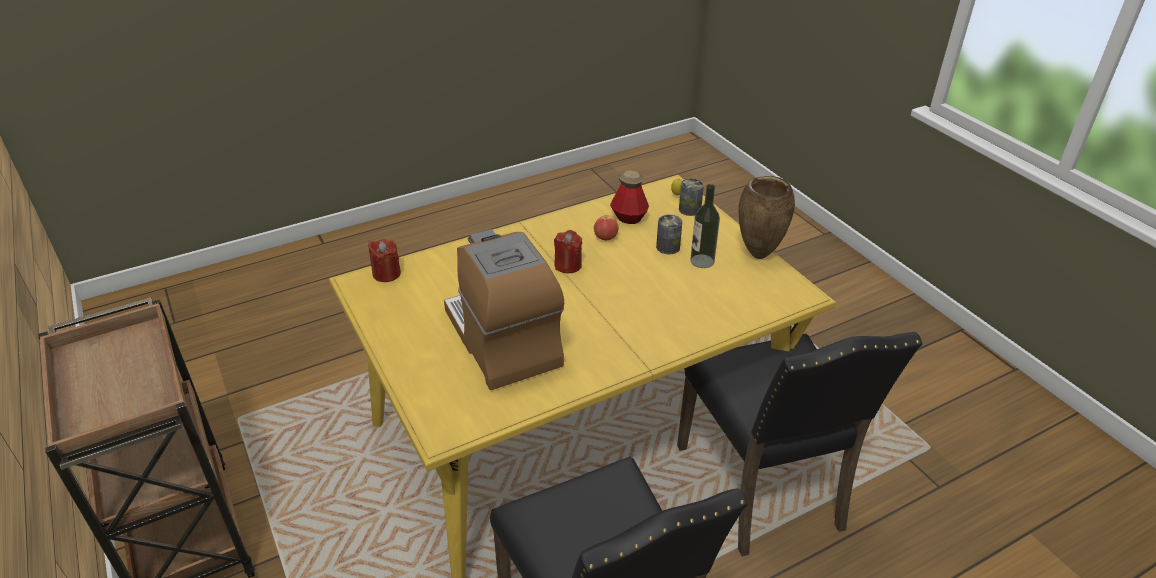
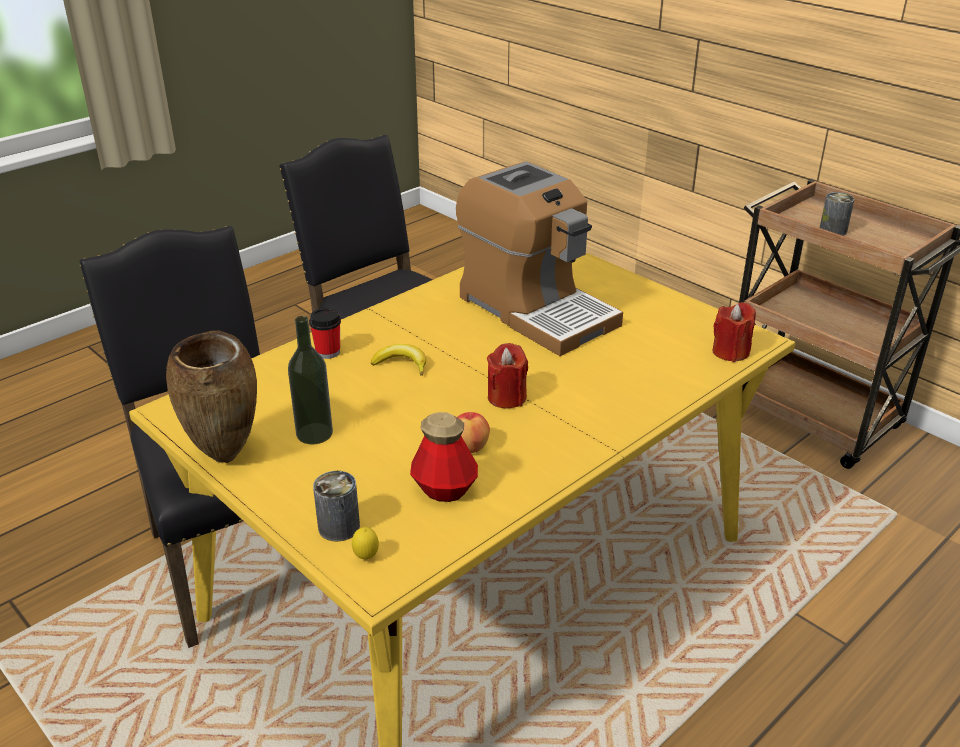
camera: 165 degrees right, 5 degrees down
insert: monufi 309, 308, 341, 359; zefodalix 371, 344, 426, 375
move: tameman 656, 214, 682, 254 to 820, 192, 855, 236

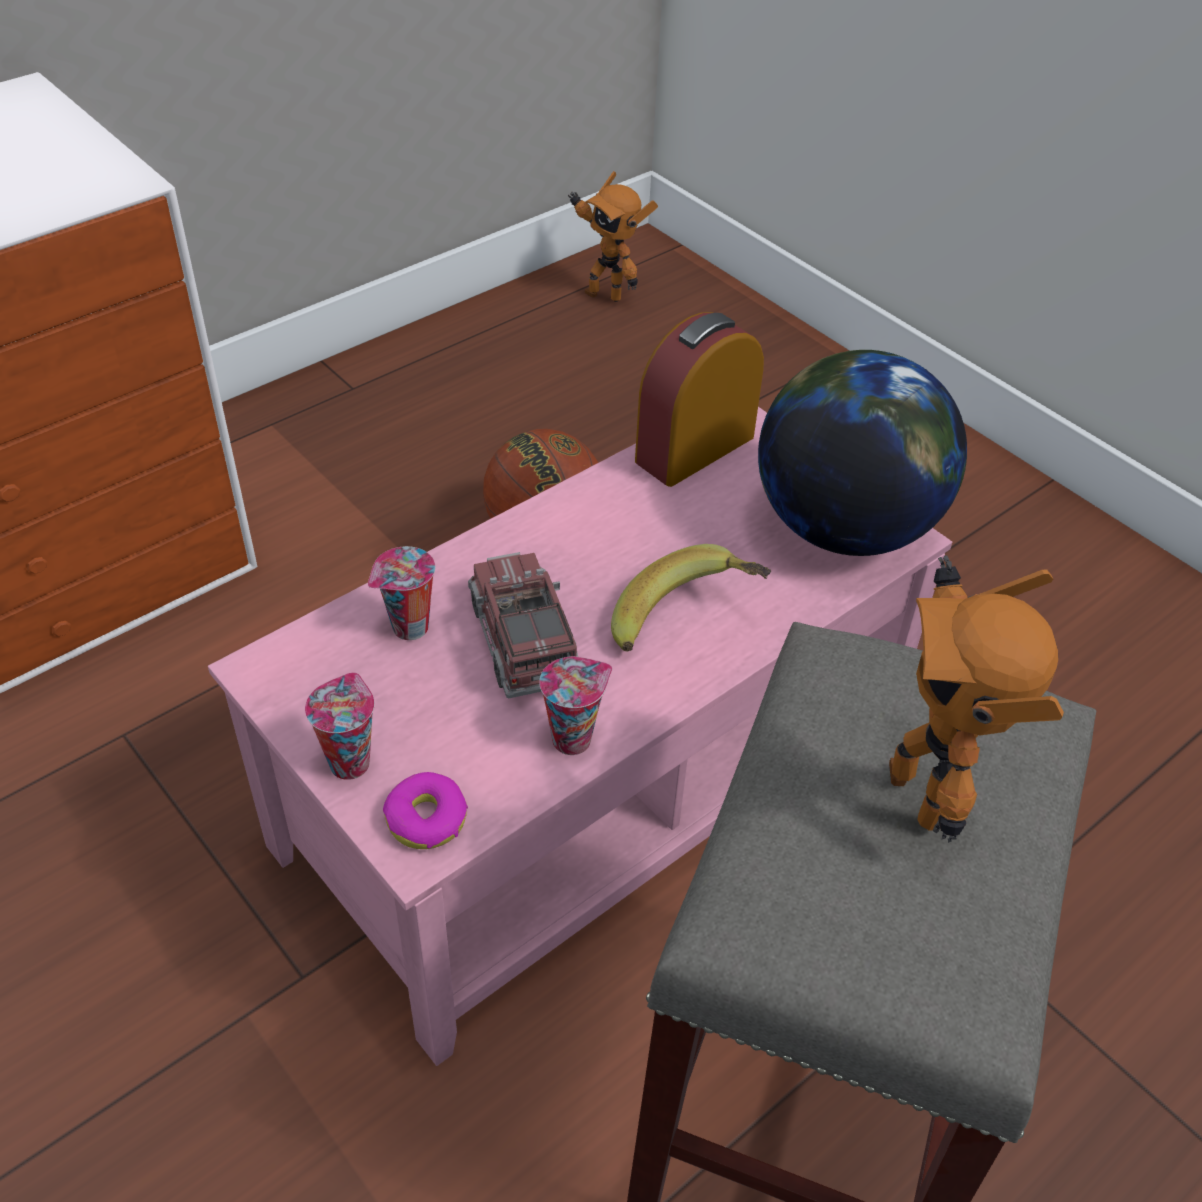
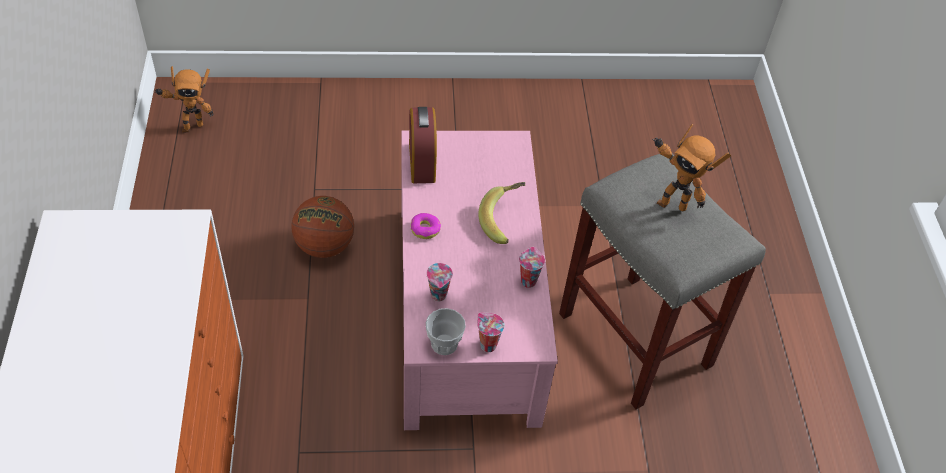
camera: 55 degrees left, 5 degrees up
delete: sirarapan 468, 552, 578, 698; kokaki 758, 350, 967, 556
insert: monufi 426, 308, 466, 355
move: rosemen 383, 772, 468, 849 to 411, 213, 441, 239

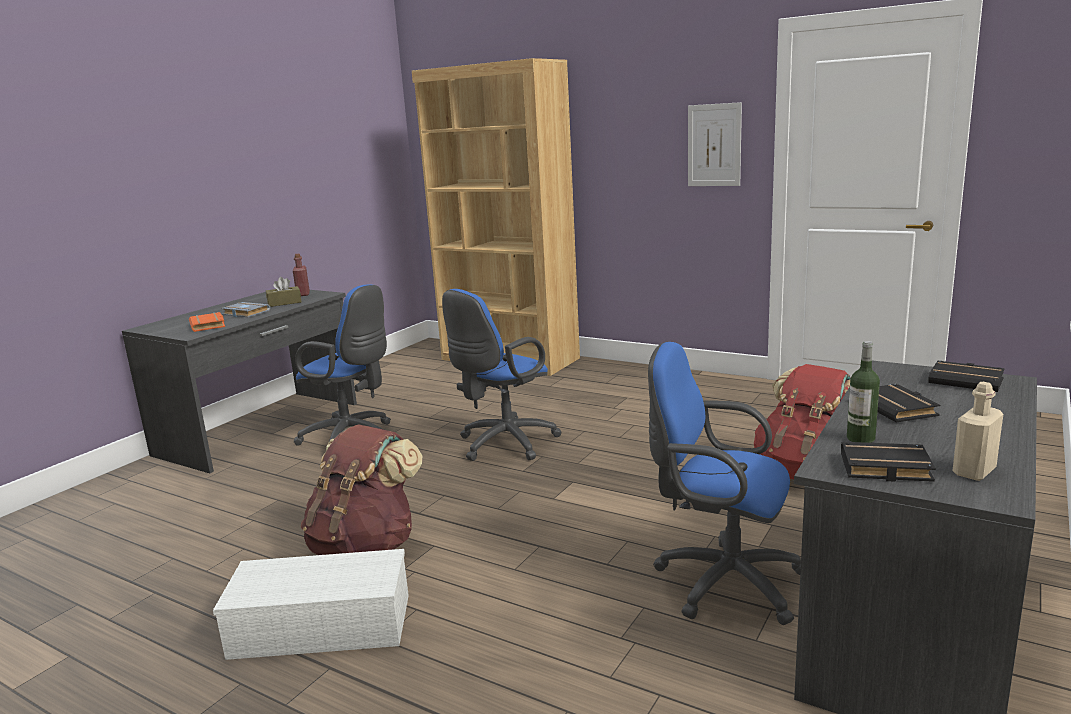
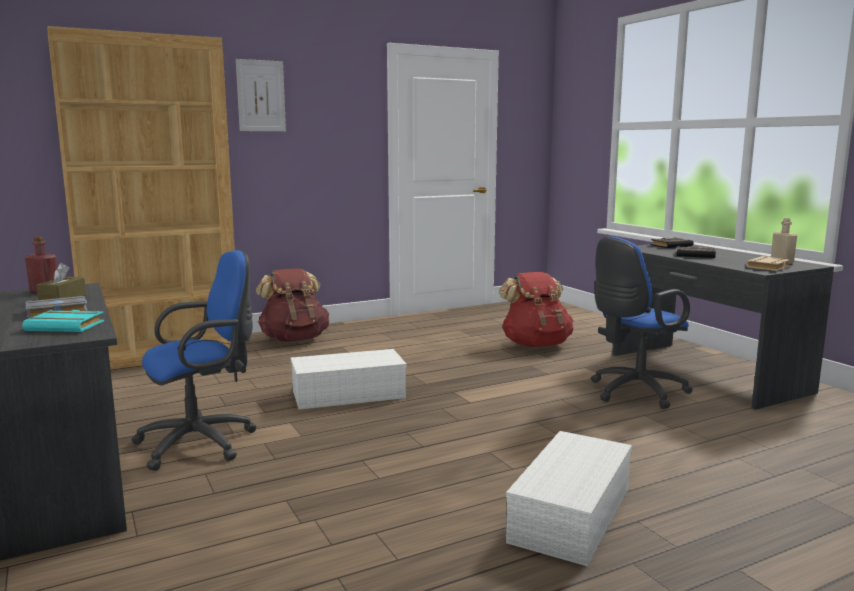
camera: 60 degrees left, 5 degrees down
delete: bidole 847, 341, 880, 443
move: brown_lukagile 301, 424, 422, 555 to 256, 268, 329, 341; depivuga 688, 102, 742, 186 to 236, 59, 286, 131
replace: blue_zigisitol 442, 289, 562, 461 to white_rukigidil 291, 349, 407, 409
recolor: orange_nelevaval 189, 312, 225, 332 to turquoise_nelevaval 22, 310, 104, 332; black_nelevaval 841, 442, 936, 482 to beige_nelevaval 746, 256, 791, 271

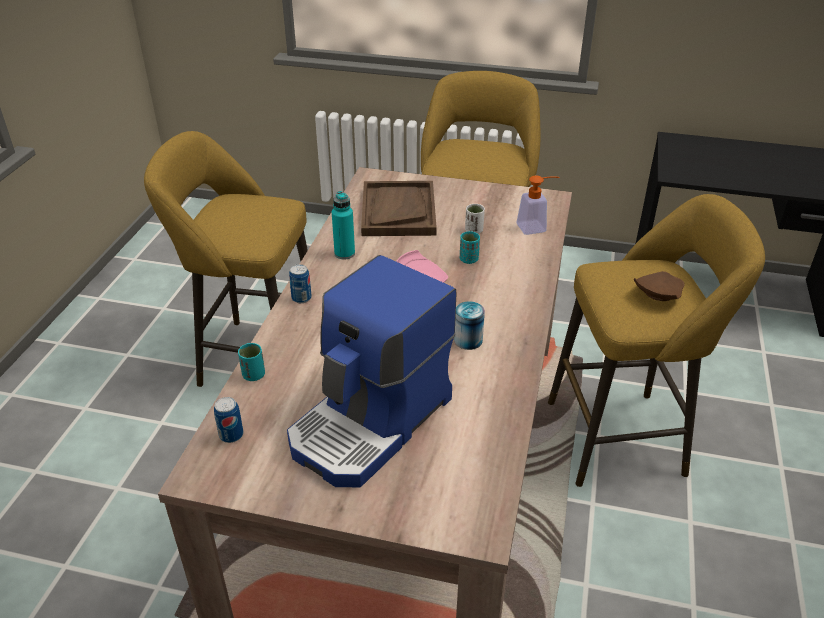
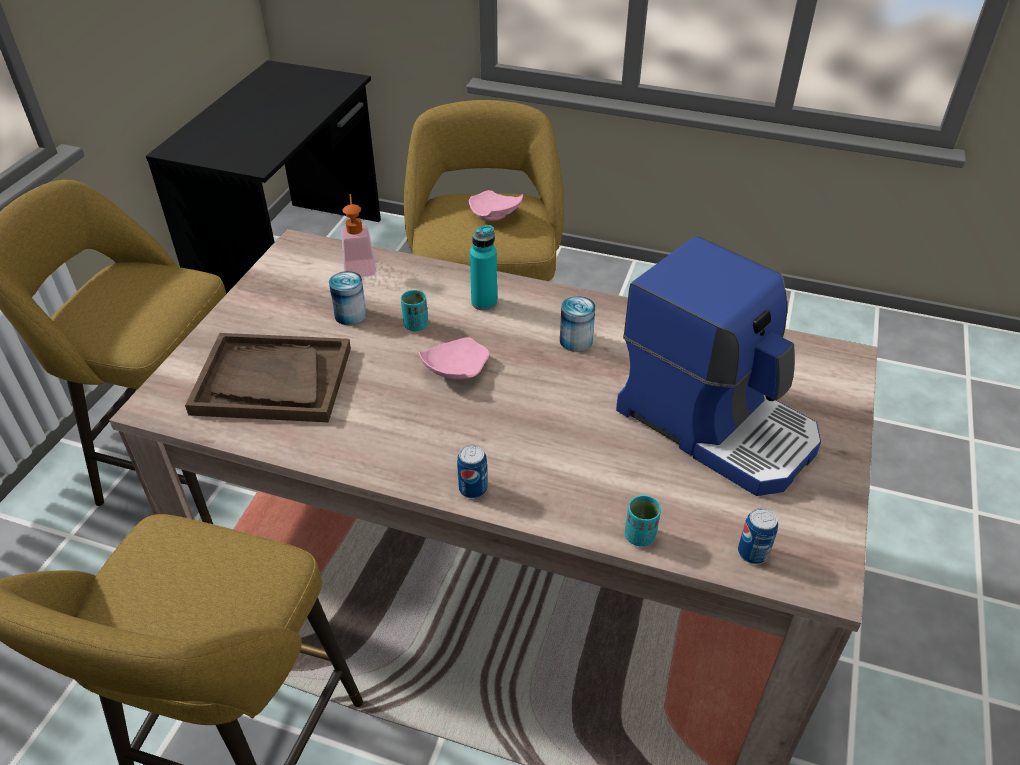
camera: 85 degrees left, 5 degrees up
move: turquoise_bidole 332, 191, 355, 259 to 470, 225, 497, 311
replace: white_monufi 465, 204, 485, 234 to tameman 329, 271, 367, 325
recolor: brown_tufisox 634, 271, 685, 301 to pink_tufisox 469, 190, 523, 221

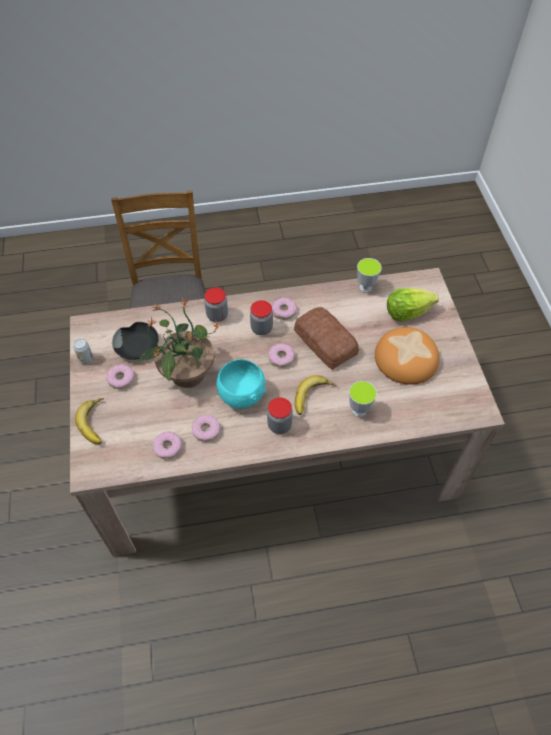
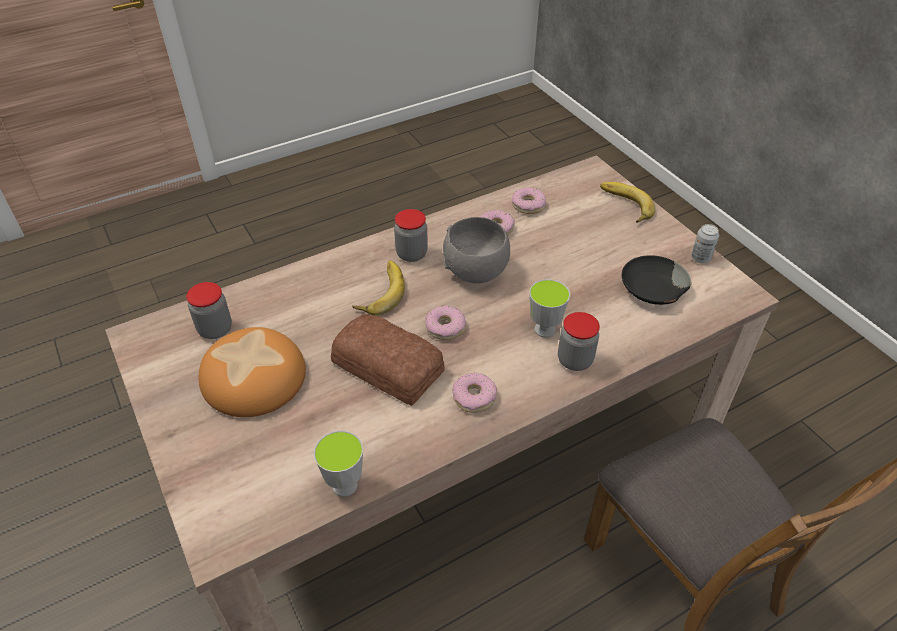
camera: 160 degrees right, 10 degrees down
delete: rosemen 107, 364, 134, 389; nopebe 137, 298, 221, 388; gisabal 387, 288, 439, 322
move: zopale 250, 300, 273, 335 to 186, 282, 232, 339; monufi 349, 381, 377, 417 to 529, 279, 570, 338
recolor: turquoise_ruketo 217, 359, 266, 409 to grey_ruketo 443, 217, 510, 283

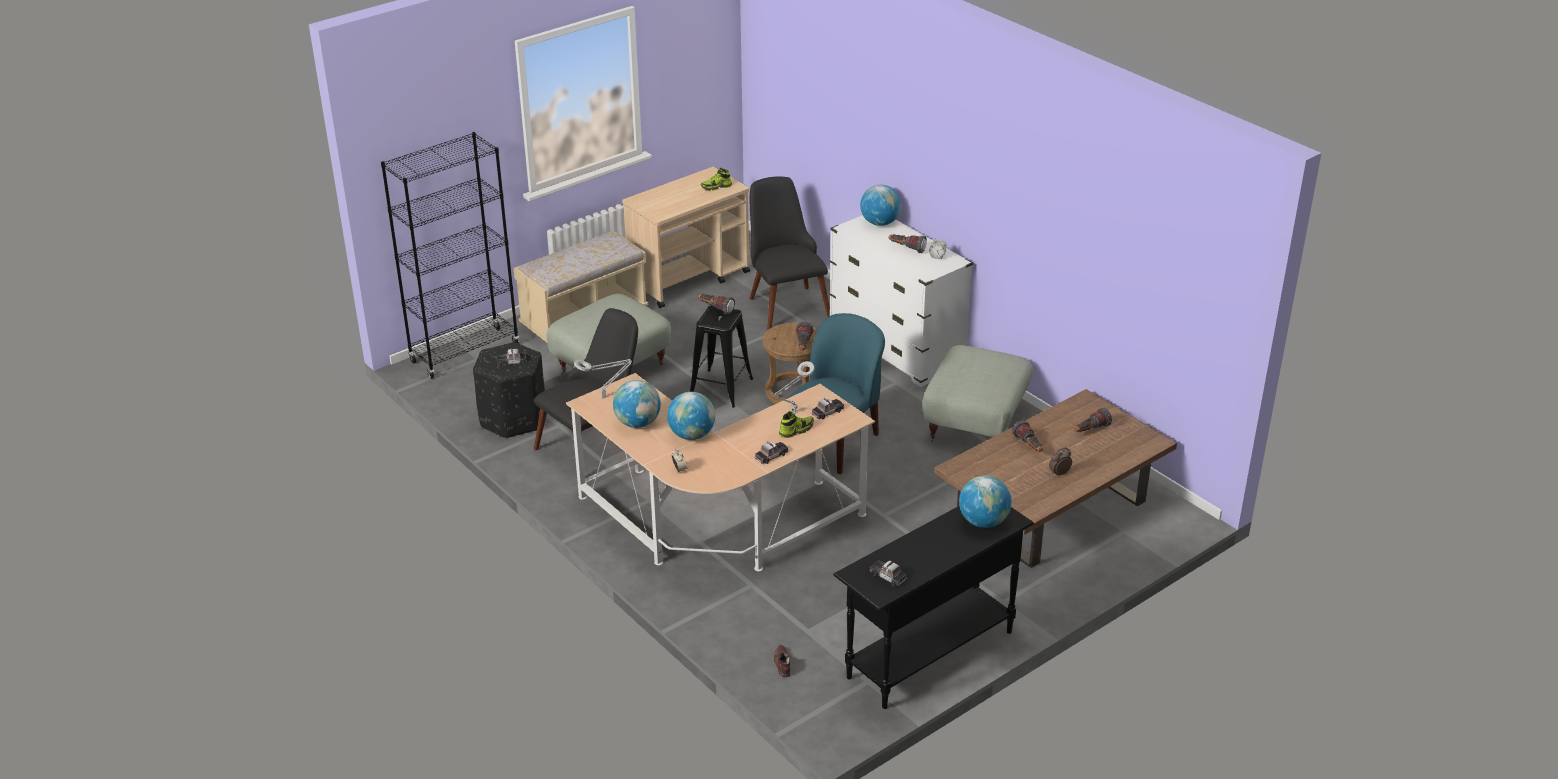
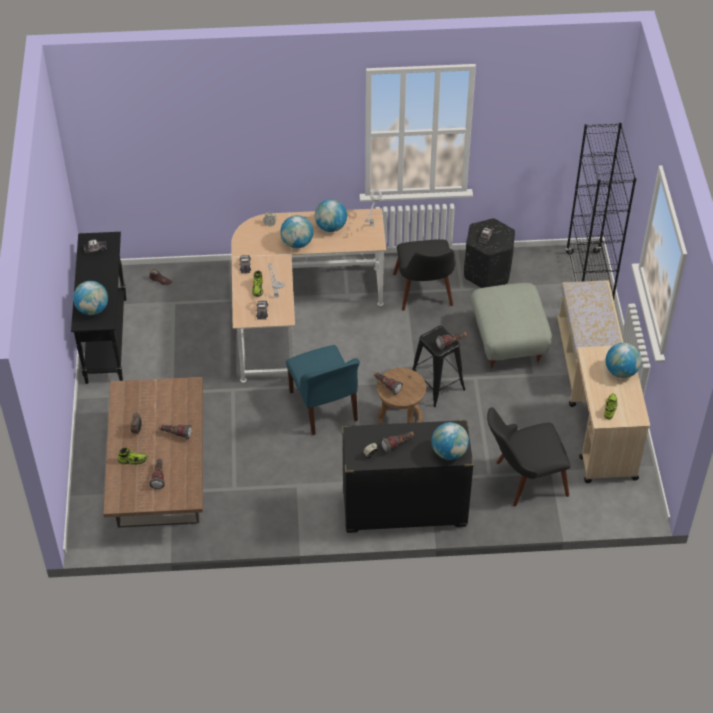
camera: 125 degrees right, 15 degrees up
delete: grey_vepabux 922, 345, 1033, 442
insert: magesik 118, 447, 148, 465; kokaki 606, 343, 641, 378
recolor: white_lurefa 830, 215, 973, 387 to black_lurefa 342, 420, 474, 533
rotate: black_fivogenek 750, 176, 830, 330 = 487, 407, 570, 506 150 degrees clockwise

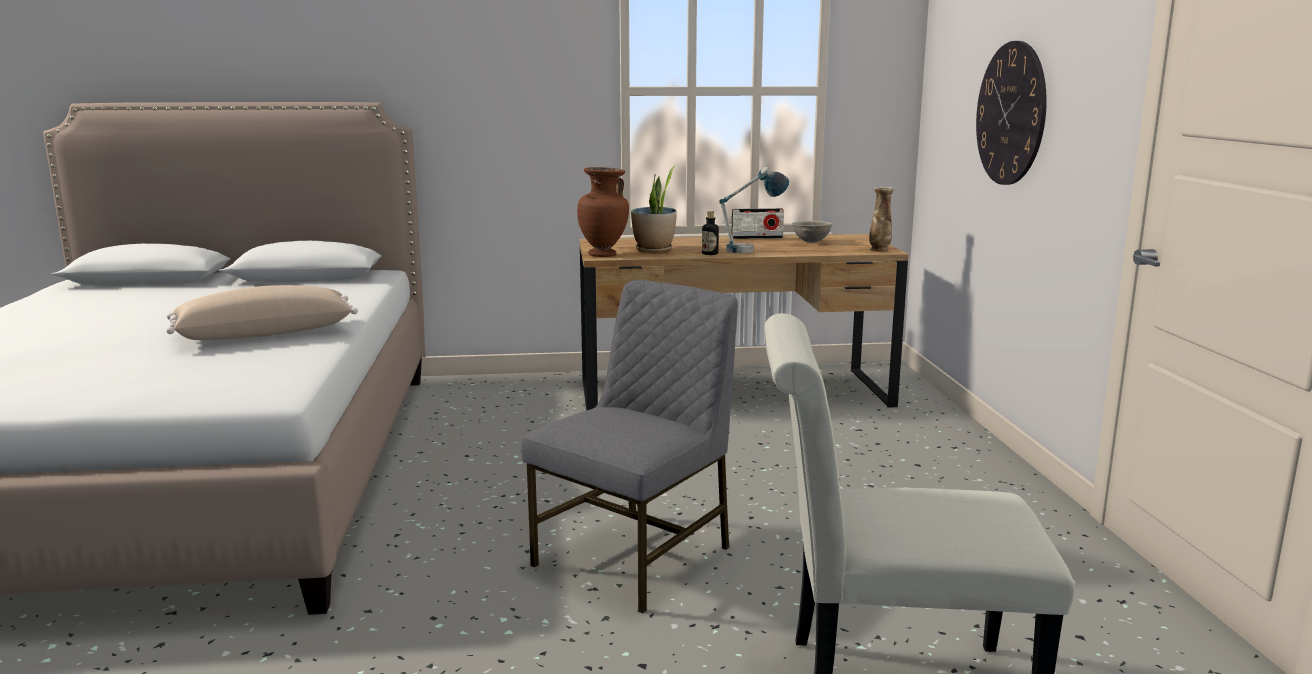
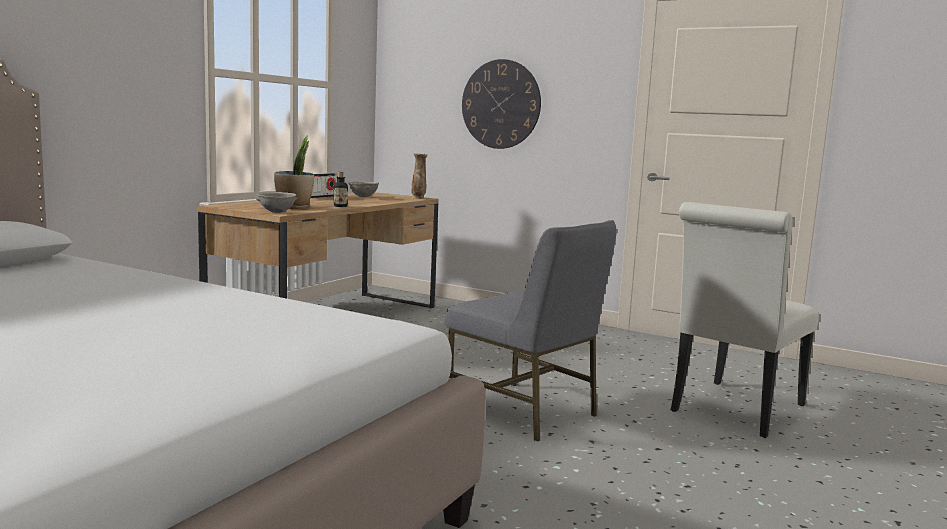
camera: 55 degrees left, 5 degrees down
delete: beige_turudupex 166, 285, 358, 340; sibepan 719, 166, 789, 253
replace: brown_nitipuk 577, 167, 629, 257 to grey_ruketo 256, 192, 298, 213
rotate: grey_fivogenek 521, 280, 738, 613 = 446, 220, 617, 441 150 degrees clockwise

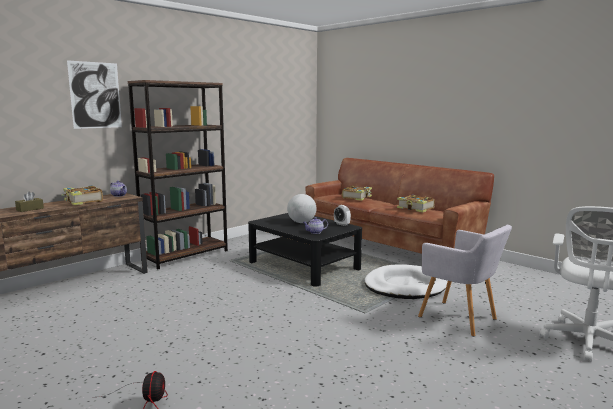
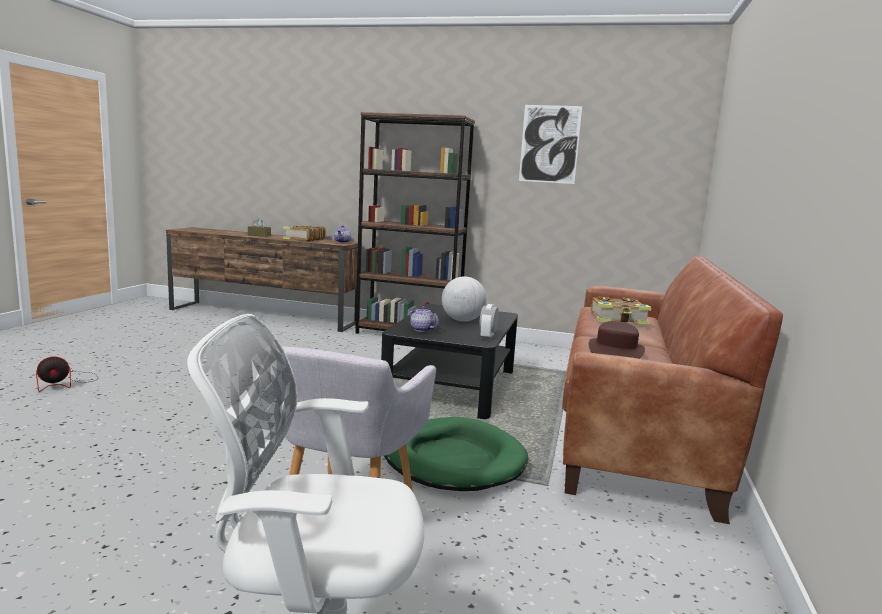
camera: 60 degrees right, 0 degrees up
move: depivuga 67, 60, 122, 129 to 519, 105, 582, 184
replace: nelevaval 397, 195, 435, 212 to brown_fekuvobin 589, 321, 645, 359
recolor: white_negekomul 364, 265, 448, 299 to green_negekomul 384, 417, 528, 491

